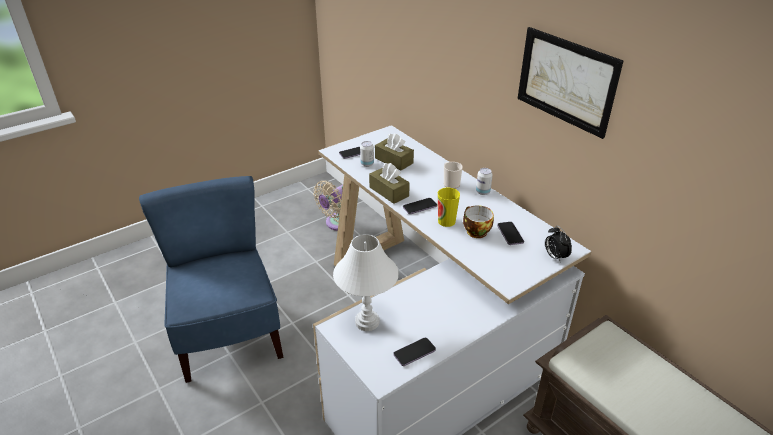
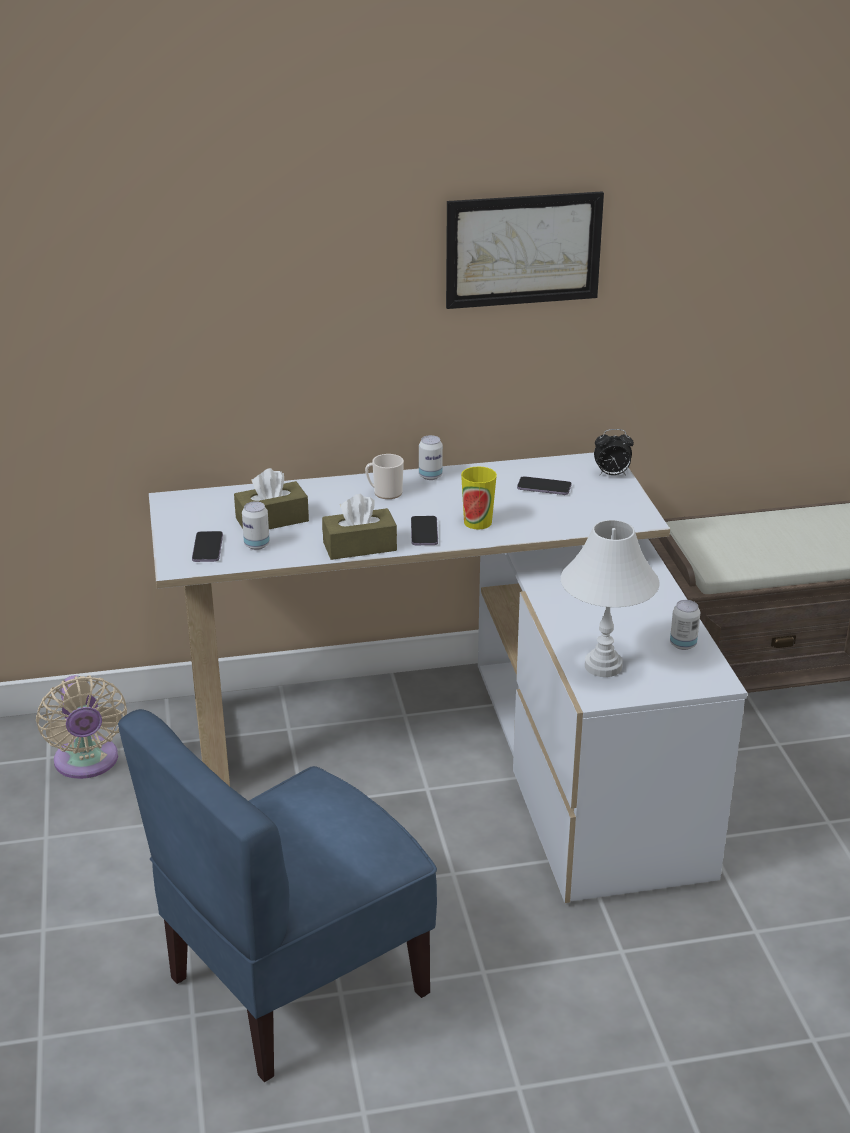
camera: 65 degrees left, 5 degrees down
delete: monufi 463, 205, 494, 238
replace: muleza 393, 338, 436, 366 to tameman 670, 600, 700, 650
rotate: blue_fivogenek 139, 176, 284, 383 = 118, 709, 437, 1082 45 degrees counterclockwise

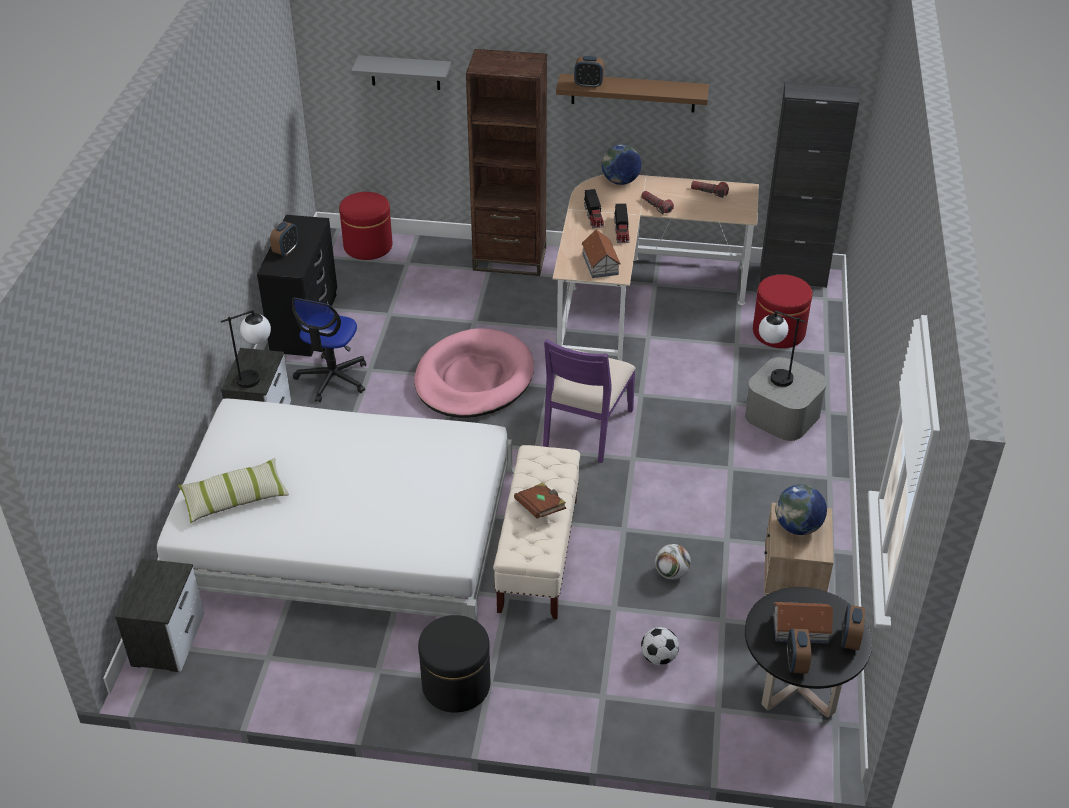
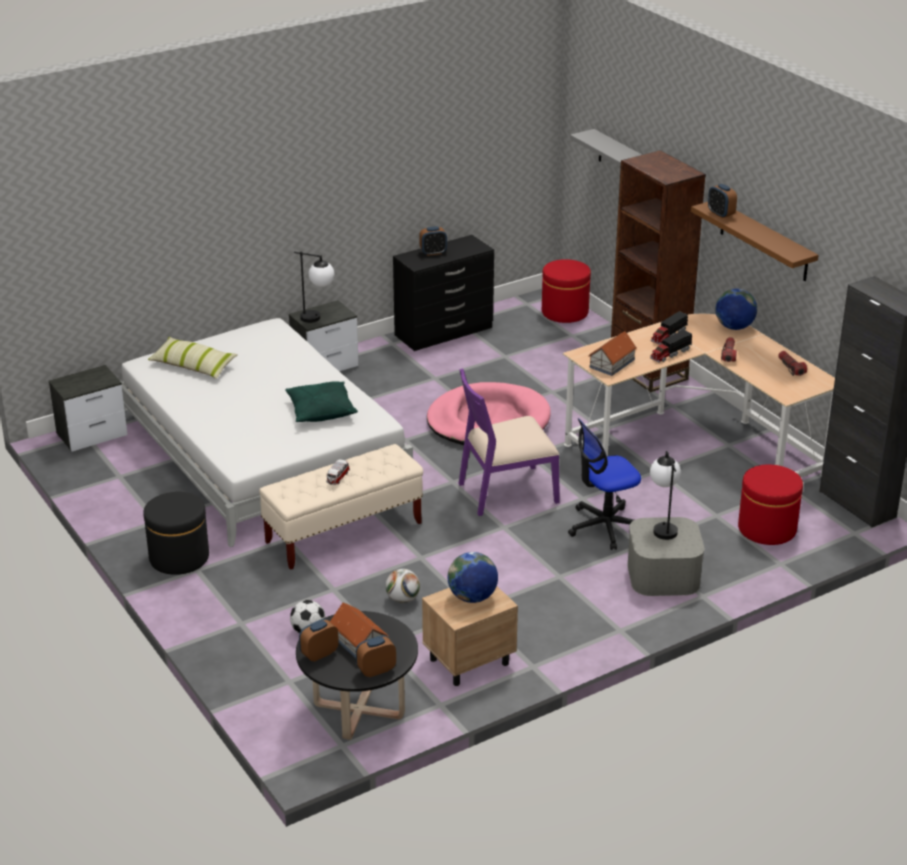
camera: 50 degrees right, 10 degrees down
insert: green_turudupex 285, 381, 358, 422
move: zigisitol 292, 298, 366, 402 to 568, 418, 641, 550
replace: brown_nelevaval 514, 482, 566, 519 to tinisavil 326, 459, 350, 485

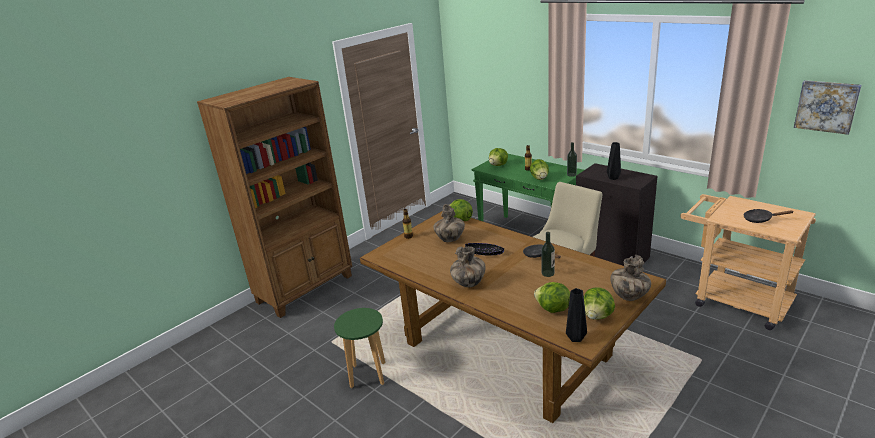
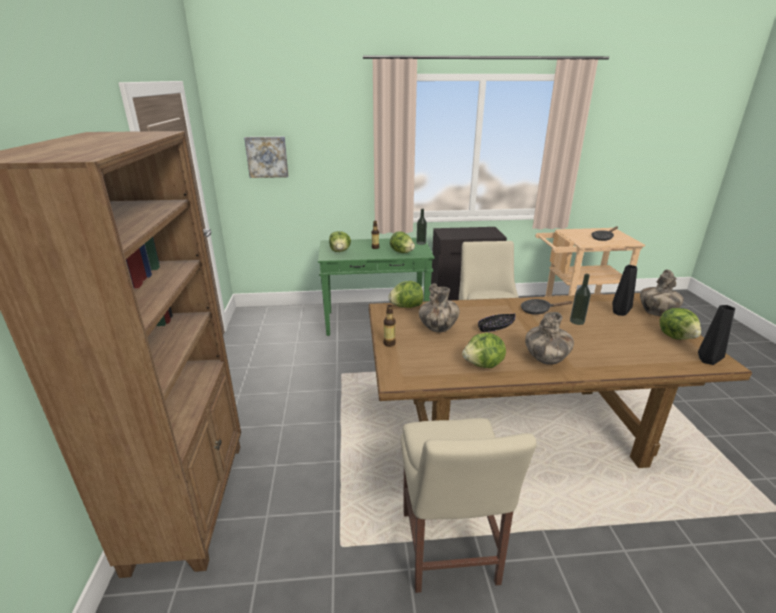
camera: 50 degrees left, 0 degrees up
move: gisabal 534, 282, 570, 313 to 462, 333, 506, 368; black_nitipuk 607, 142, 621, 180 to 612, 265, 637, 316; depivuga 794, 80, 862, 135 to 244, 136, 288, 178
replace: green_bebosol 334, 308, 386, 388 to beige_fivogenek 401, 418, 536, 593

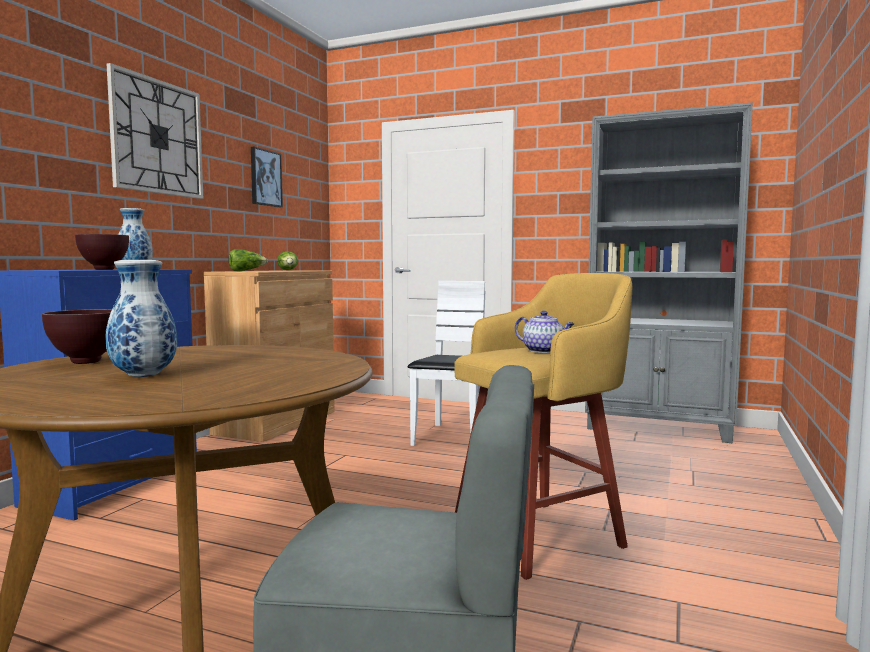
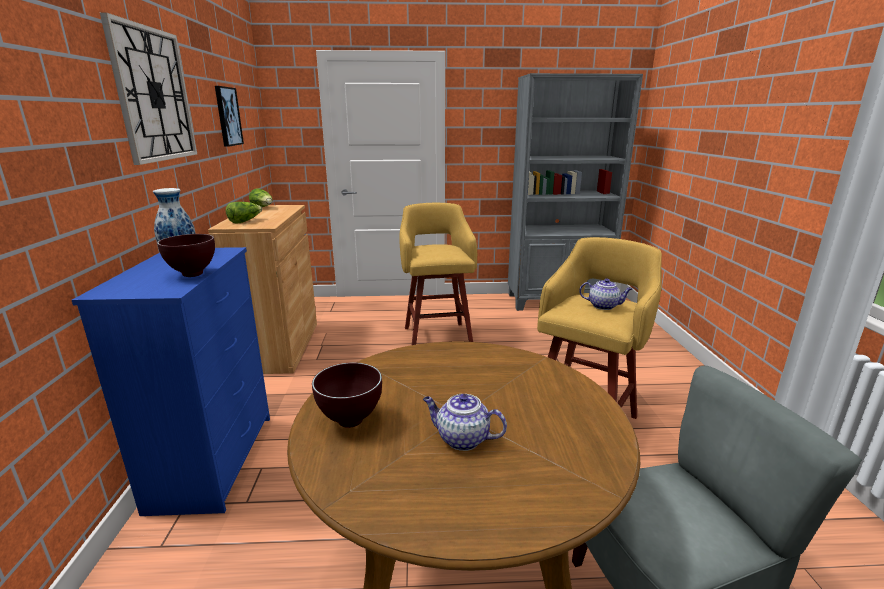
camera: 25 degrees left, 15 degrees up
replace: nitipuk 106, 260, 177, 377 to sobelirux 423, 394, 507, 451; white_fivogenek 408, 281, 485, 446 to yellow_bebosol 399, 203, 477, 345

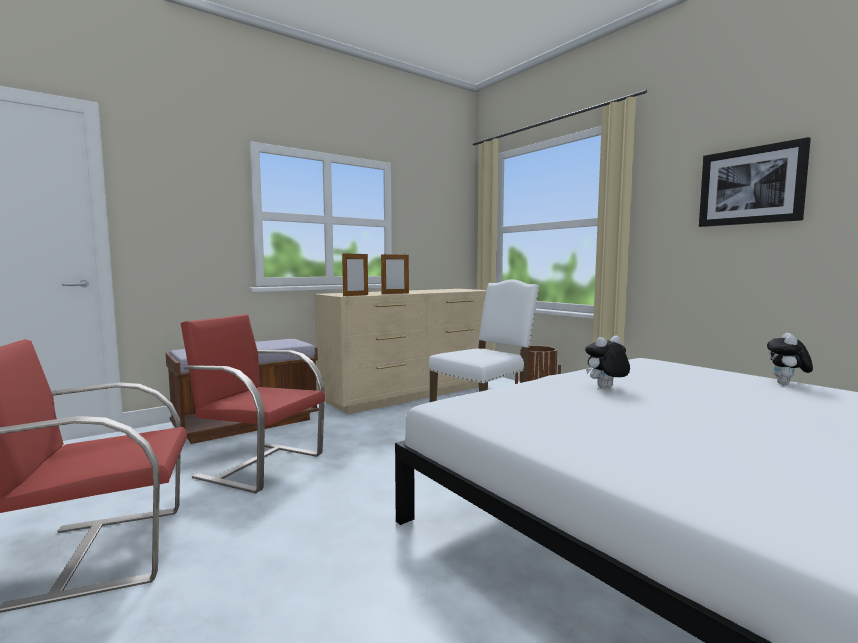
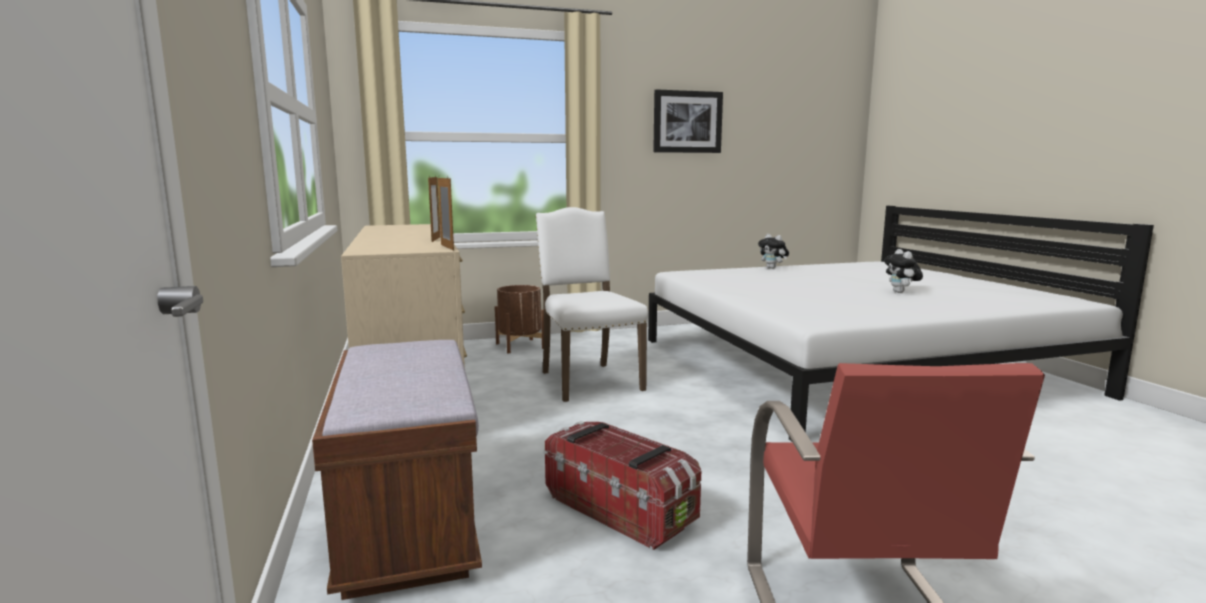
camera: 70 degrees left, 5 degrees up
move: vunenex 585, 336, 630, 388 to 884, 249, 923, 293
replace: red_fivogenek 181, 314, 325, 493 to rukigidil 545, 421, 701, 550

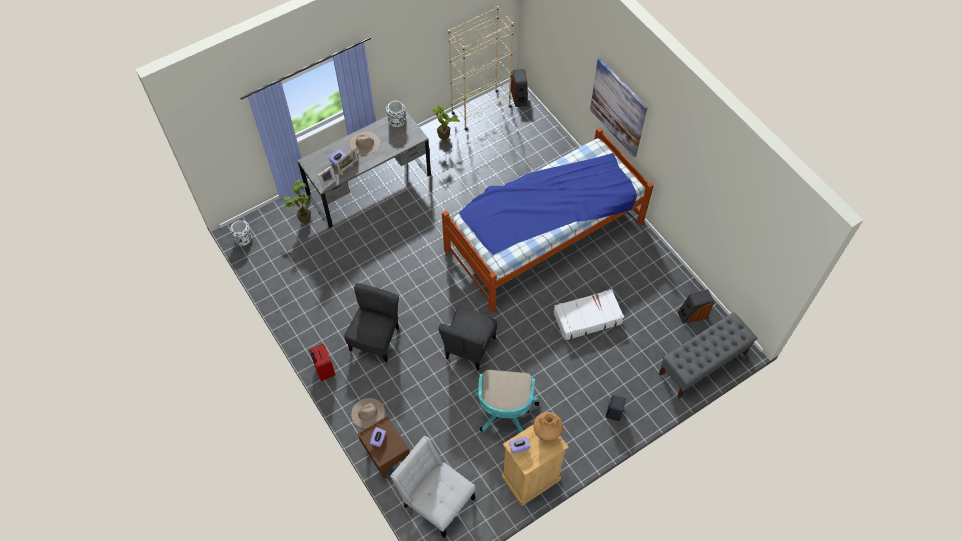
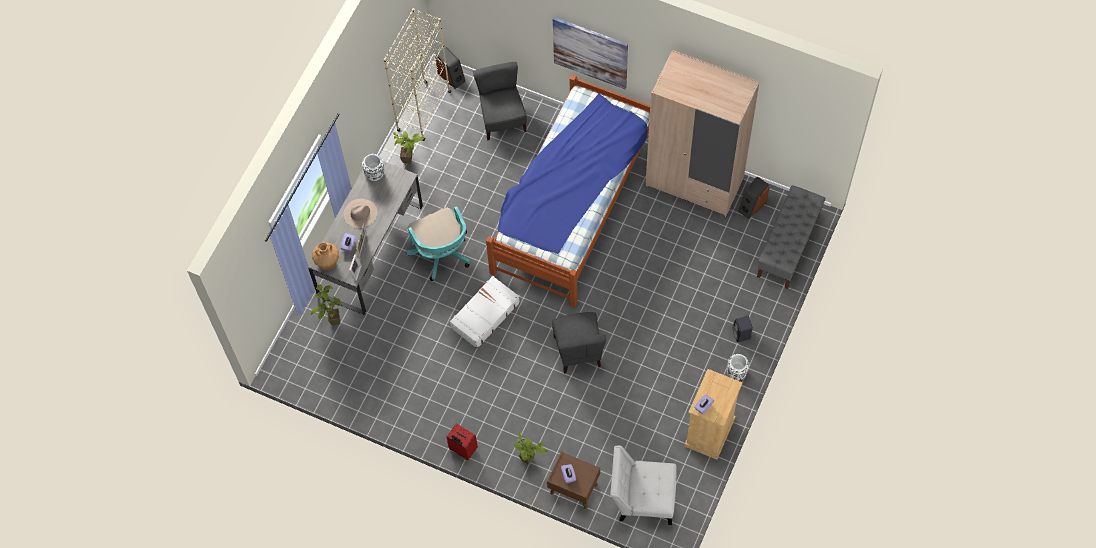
camera: 30 degrees left, 5 degrees up
insert: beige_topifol 646, 50, 759, 217
move: white_nitipuk 230, 220, 252, 246 to 727, 354, 749, 381; grey_fivogenek 344, 283, 399, 363 to 473, 62, 527, 140; turquoise_zigisitol 474, 370, 539, 433 to 406, 206, 470, 281; brown_nitipuk 533, 412, 563, 442 to 312, 242, 339, 270; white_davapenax 553, 289, 624, 341 to 450, 276, 520, 349
replace: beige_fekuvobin 351, 398, 385, 429 to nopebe 514, 432, 548, 465

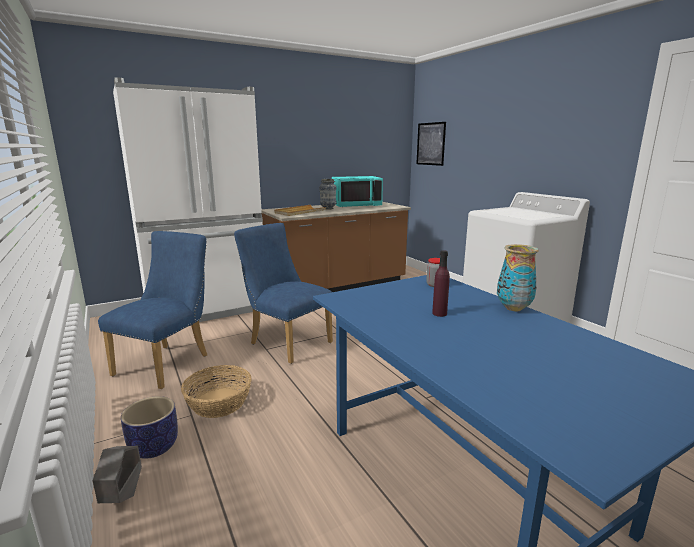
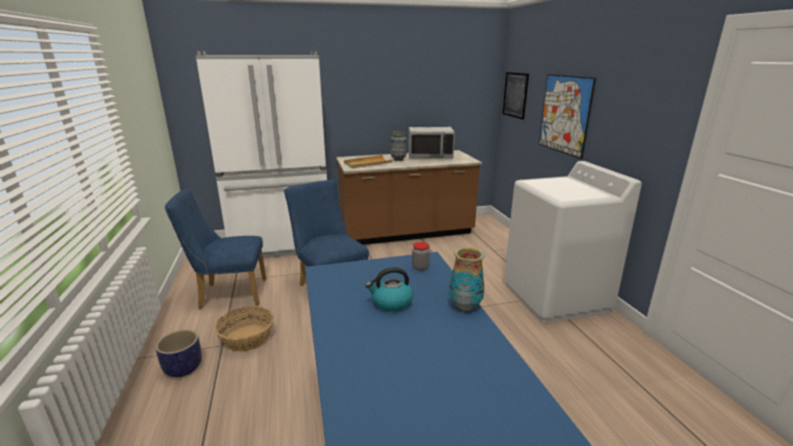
camera: 15 degrees right, 5 degrees up
delete: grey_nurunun 93, 446, 142, 503
insert: depivuga 539, 74, 596, 159
replace: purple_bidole 432, 250, 450, 317 to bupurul 366, 267, 413, 312
recolor: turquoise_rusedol 332, 176, 383, 207 to grey_rusedol 408, 127, 455, 159
rotate: blue_fivogenek 98, 231, 207, 389 = 165, 189, 266, 309 135 degrees counterclockwise

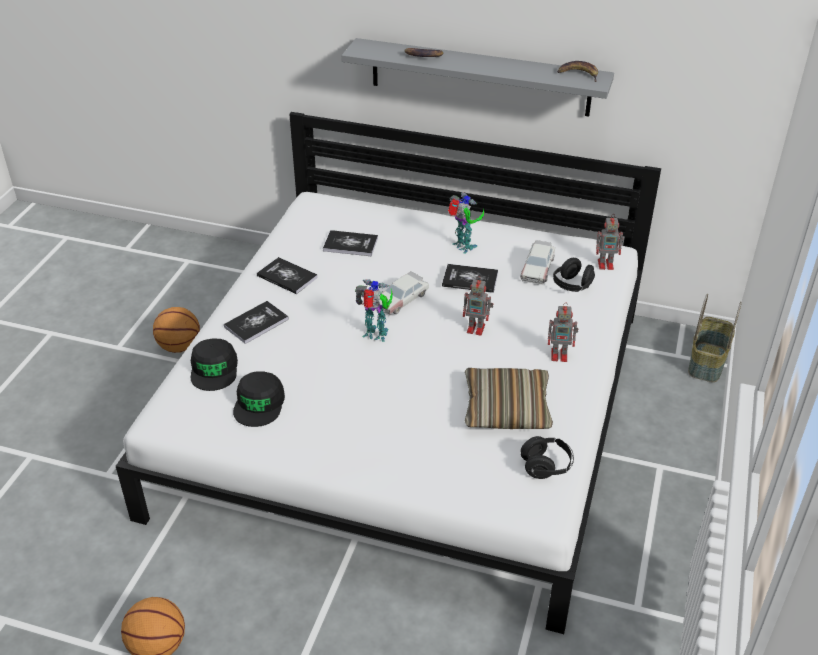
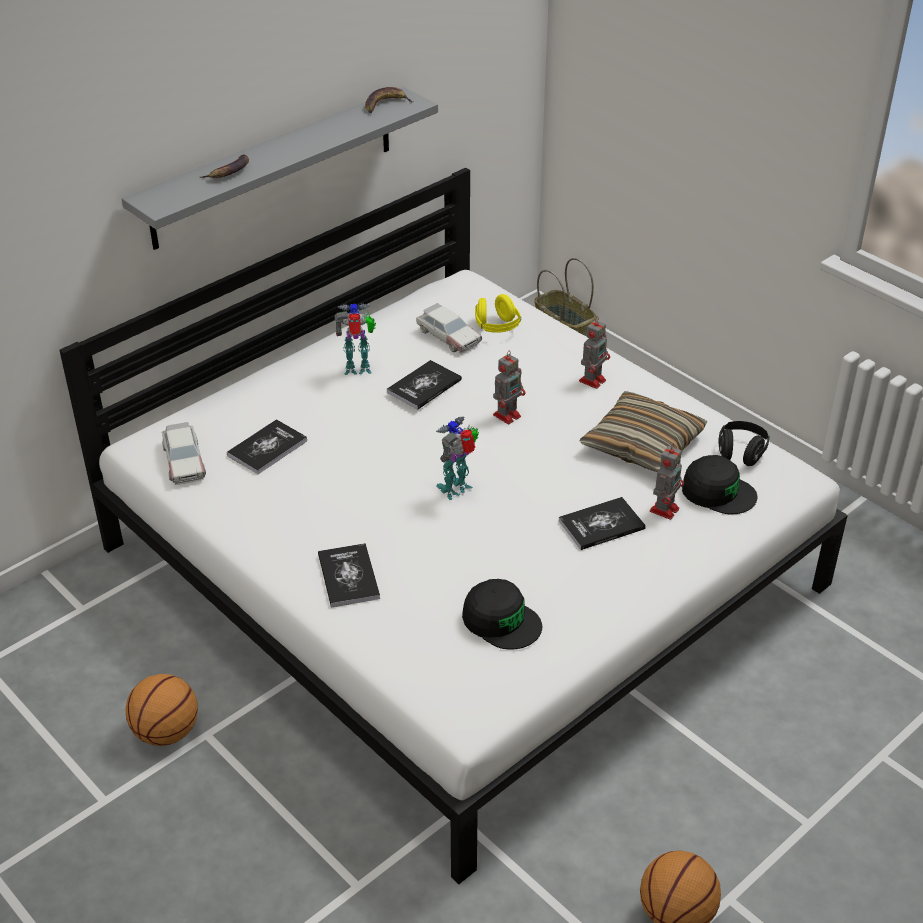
camera: 60 degrees left, 0 degrees up
move: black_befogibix 190, 338, 238, 391 to 682, 455, 757, 514; nelevaval 257, 257, 318, 294 to 559, 497, 646, 550; tinisavil 378, 271, 429, 316 to 162, 422, 206, 485; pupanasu 596, 214, 623, 270 to 650, 443, 684, 520
recolor: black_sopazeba 553, 258, 595, 292 to yellow_sopazeba 475, 294, 521, 333

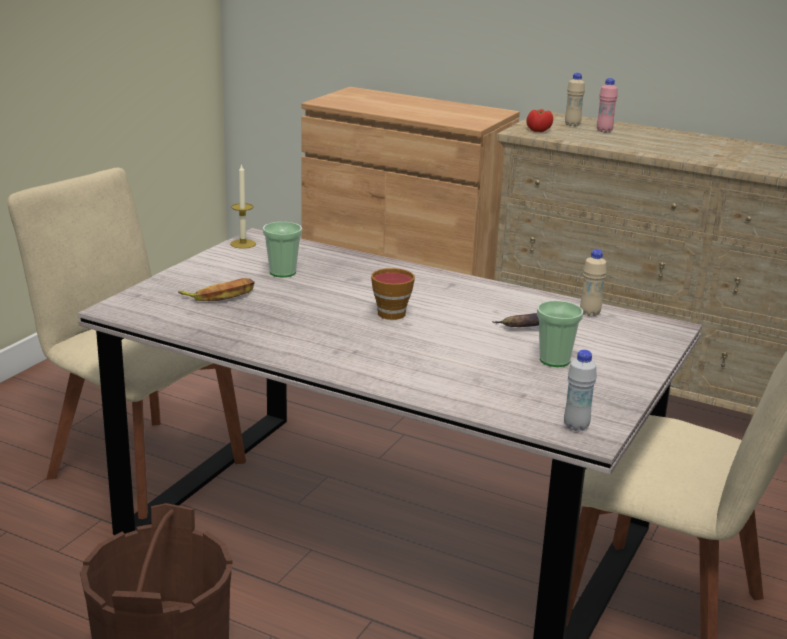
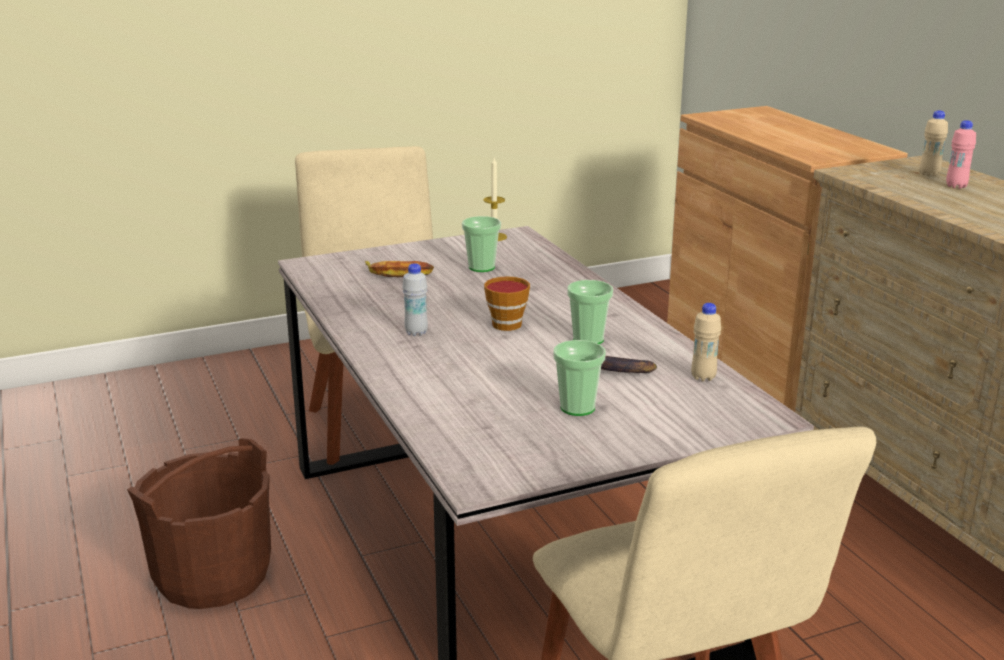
camera: 40 degrees right, 0 degrees up
delete: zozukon 526, 109, 553, 132
insert: monufi 567, 280, 613, 344
move: white_bidole 564, 350, 597, 431 to 402, 263, 428, 336

